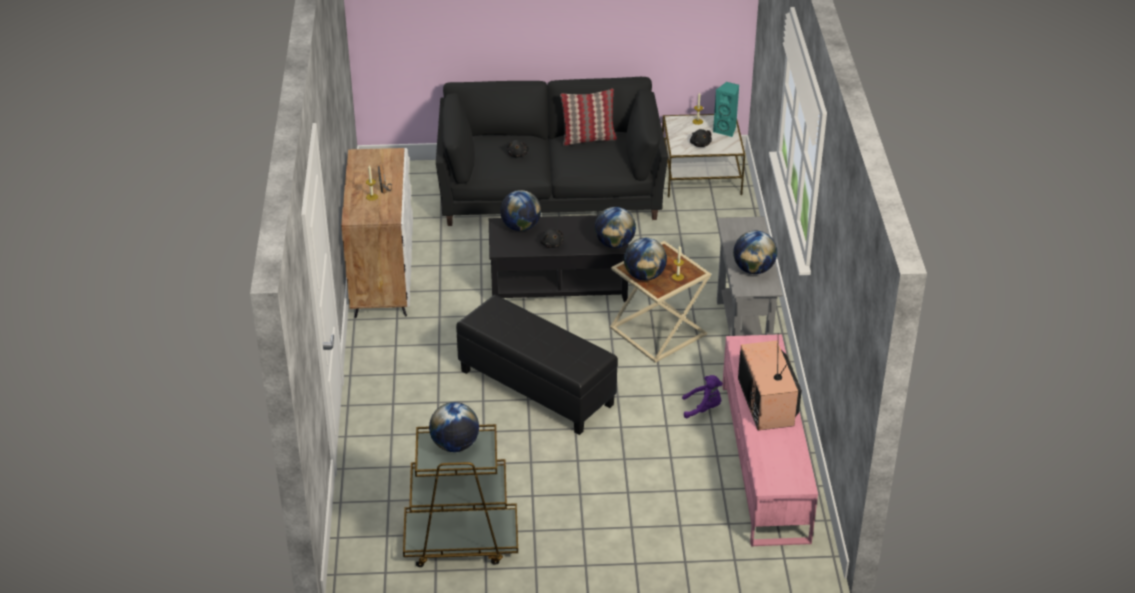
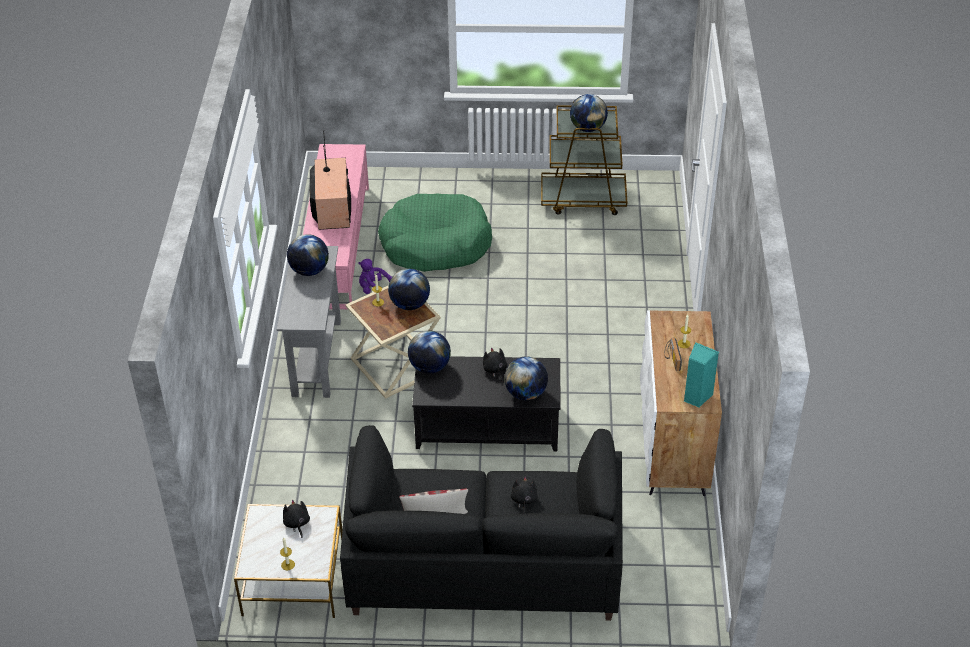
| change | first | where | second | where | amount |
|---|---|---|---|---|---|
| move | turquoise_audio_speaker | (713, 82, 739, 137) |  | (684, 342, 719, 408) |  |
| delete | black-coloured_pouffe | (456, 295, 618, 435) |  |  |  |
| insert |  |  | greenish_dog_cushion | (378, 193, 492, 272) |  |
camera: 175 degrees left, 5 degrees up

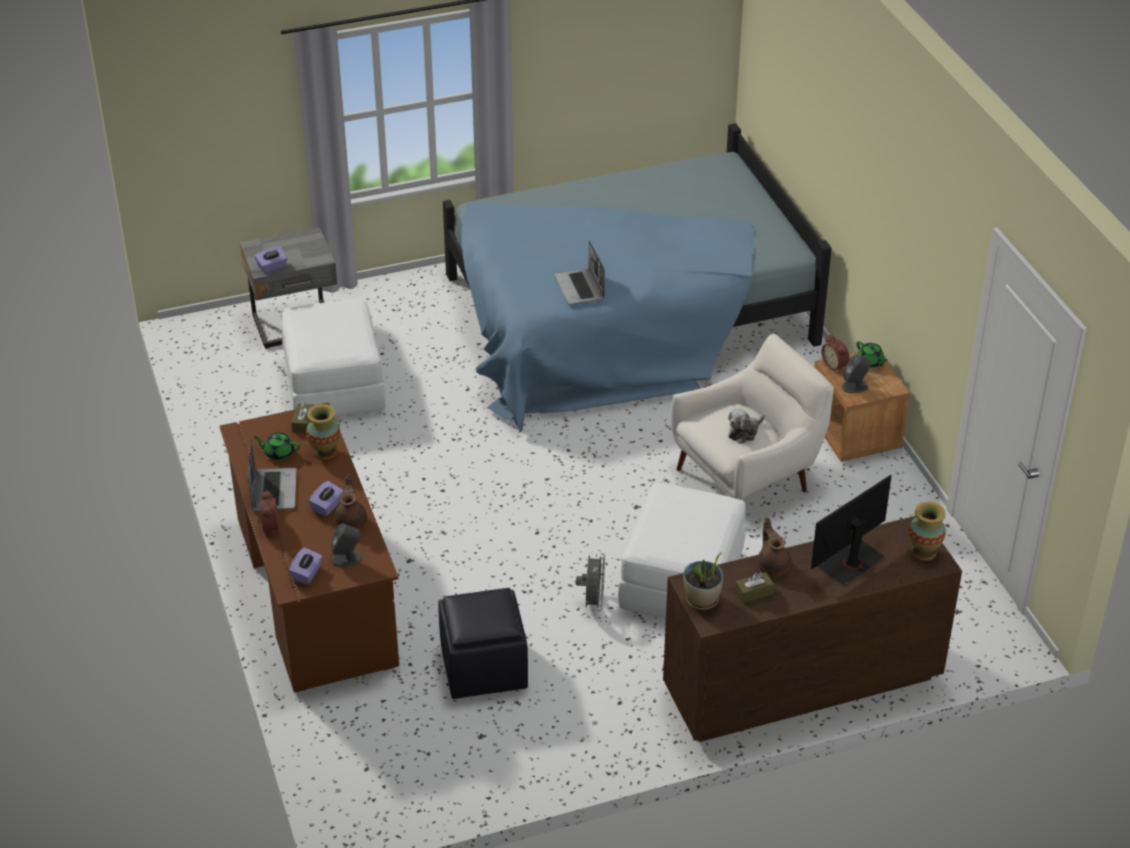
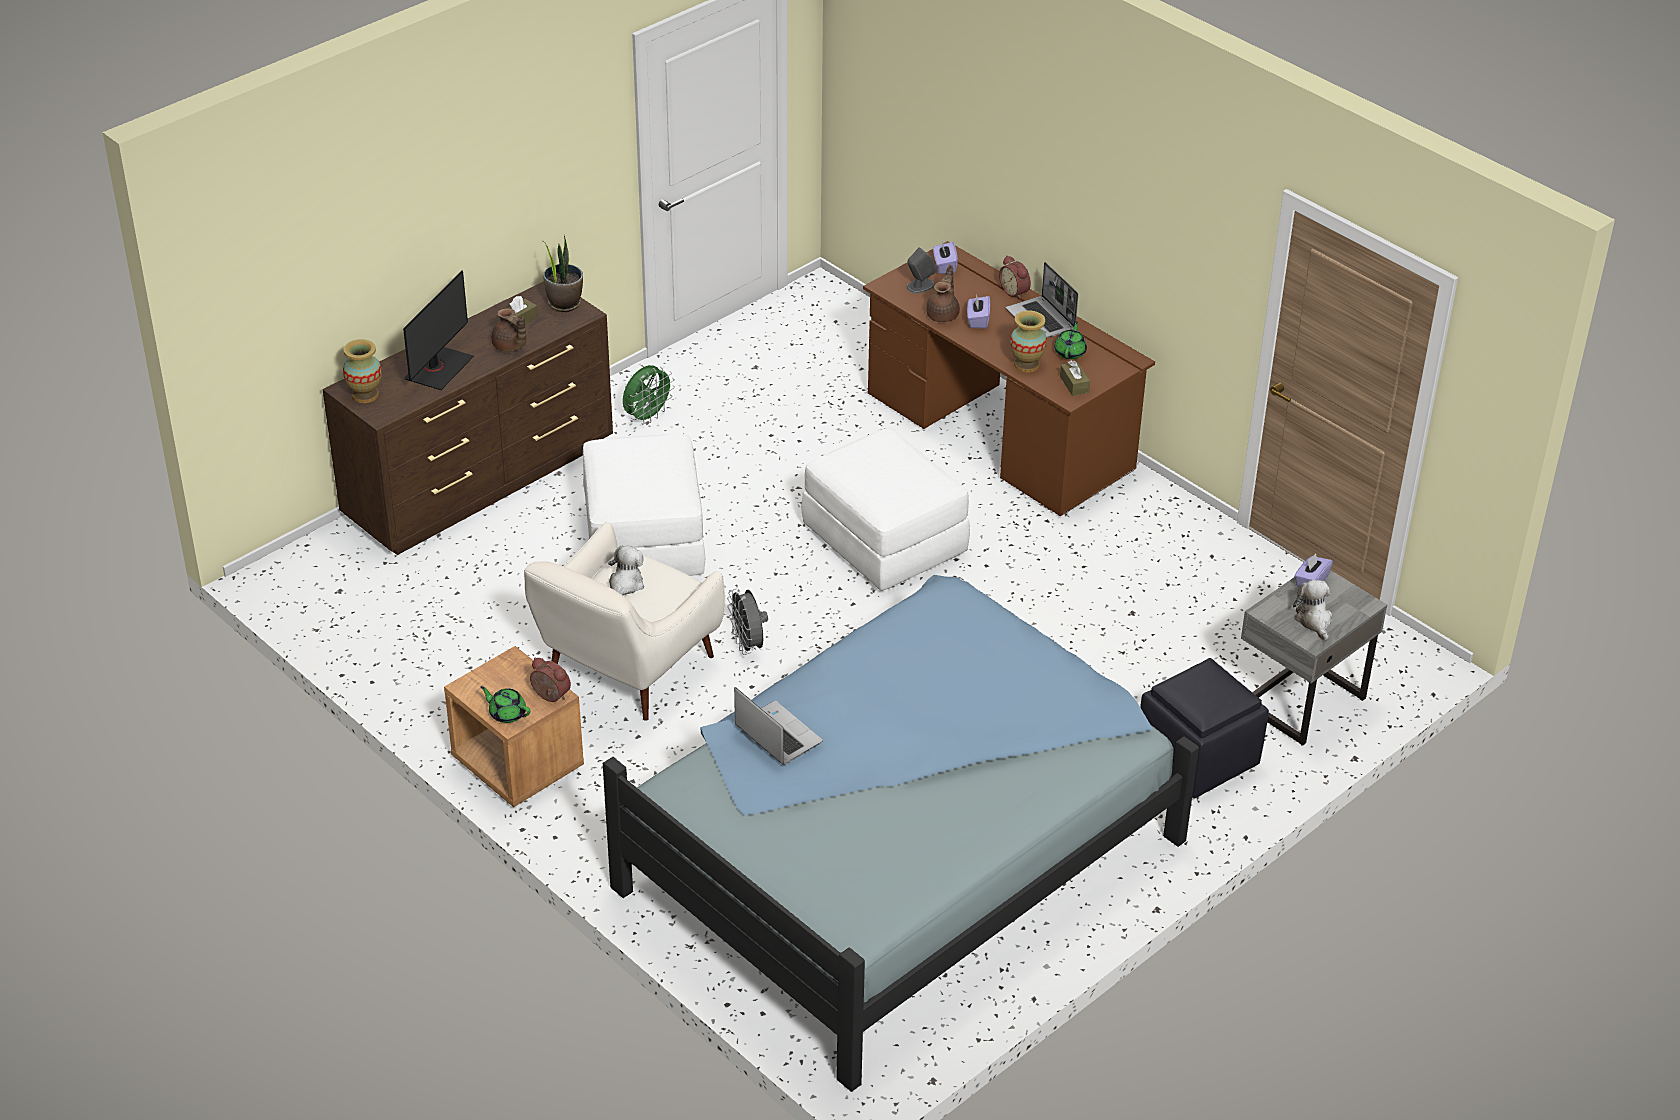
| change | first | where | second | where | amount |
|---|---|---|---|---|---|
| move | portable_computer | (554, 240, 605, 305) |  | (734, 687, 823, 765) |  |
| move | whitish_pouffe | (281, 299, 385, 417) |  | (801, 428, 970, 591) |  |
| delete | grey_audio_speaker | (842, 354, 872, 393) |  |  |  |
| rotate | greenish_teapot | (253, 433, 300, 460) |  | (1054, 321, 1087, 359) | 60 degrees counterclockwise |
| rotate | brown_teapot | (334, 474, 367, 529) |  | (926, 265, 960, 322) | 135 degrees counterclockwise |
| move | grey_cooling_fan | (576, 553, 605, 611) |  | (727, 589, 768, 655) |  |
| move | black-coloured_pouffe | (438, 588, 528, 699) |  | (1140, 658, 1269, 798) |  |
| insert |  |  | greenish_cooling_fan | (623, 365, 675, 424) |  |
| insert |  |  | plush_toy | (1293, 580, 1332, 641) |  |
camera: 155 degrees right, 0 degrees up

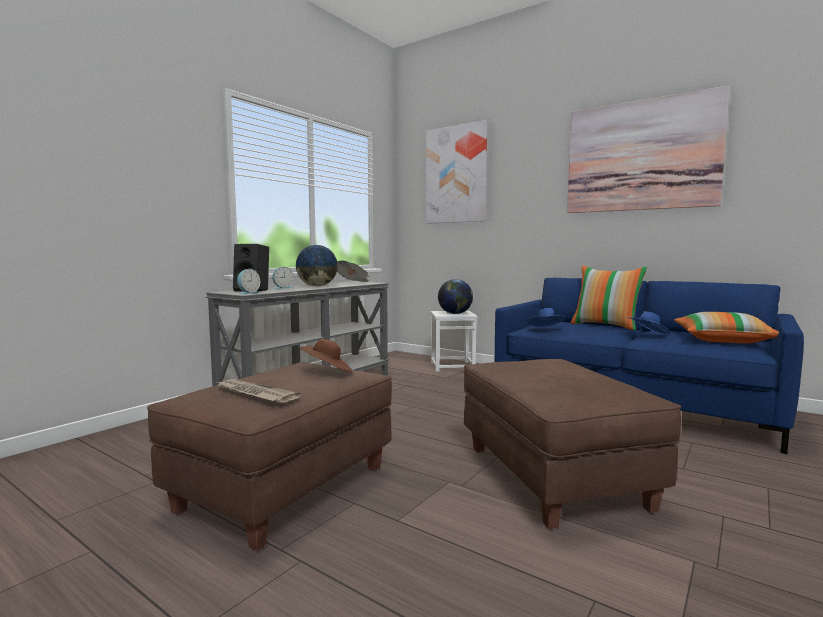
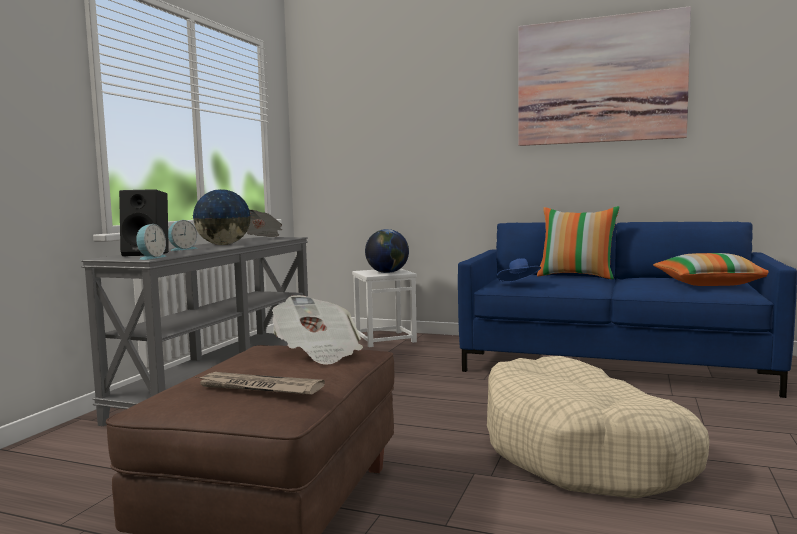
| change | first | where | second | where | amount |
|---|---|---|---|---|---|
| delete | wall_art | (426, 120, 487, 224) |  |  |  |
| delete | bluish_wearable_hat | (627, 311, 671, 335) |  |  |  |
| replace | brown_wearable_hat | (298, 339, 353, 372) | newspaper | (272, 295, 363, 365) |  |
| replace | brown_pouffe | (464, 359, 681, 529) | sand-coloured_dog_cushion | (487, 356, 709, 498) |  |
camera: 15 degrees left, 0 degrees up

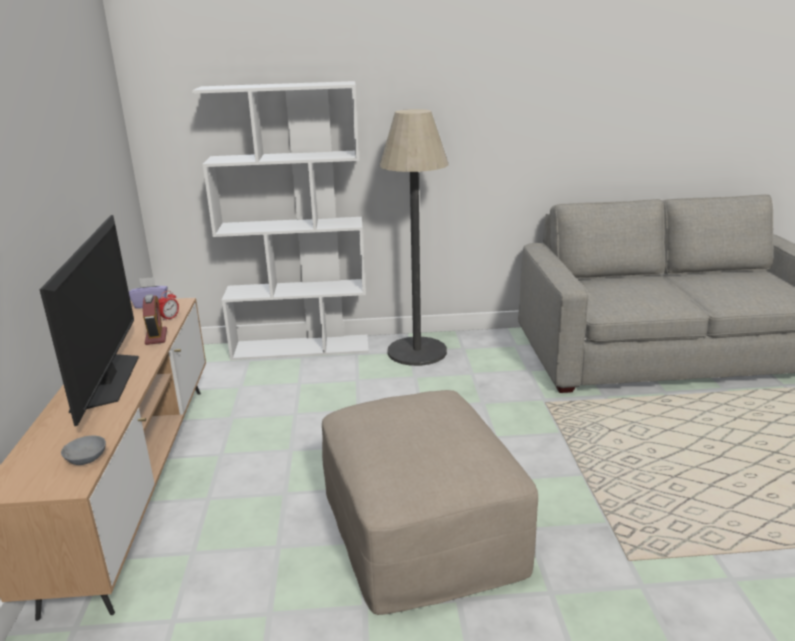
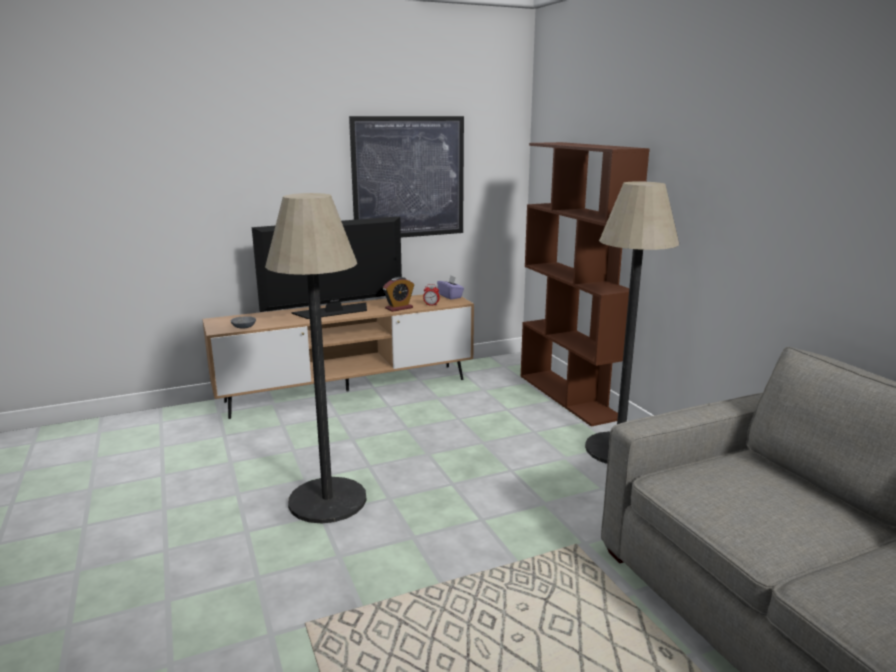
| change | first | where | second | where | amount |
|---|---|---|---|---|---|
| recolor | whitish_shelving_unit | (192, 81, 369, 360) | brown_shelving_unit | (520, 142, 650, 427) |  |
| replace | sand-coloured_pouffe | (322, 390, 538, 615) | standing_lamp | (265, 193, 366, 523) |  |
| insert |  |  | wall_art | (349, 116, 464, 238) |  |
camera: 70 degrees right, 5 degrees down

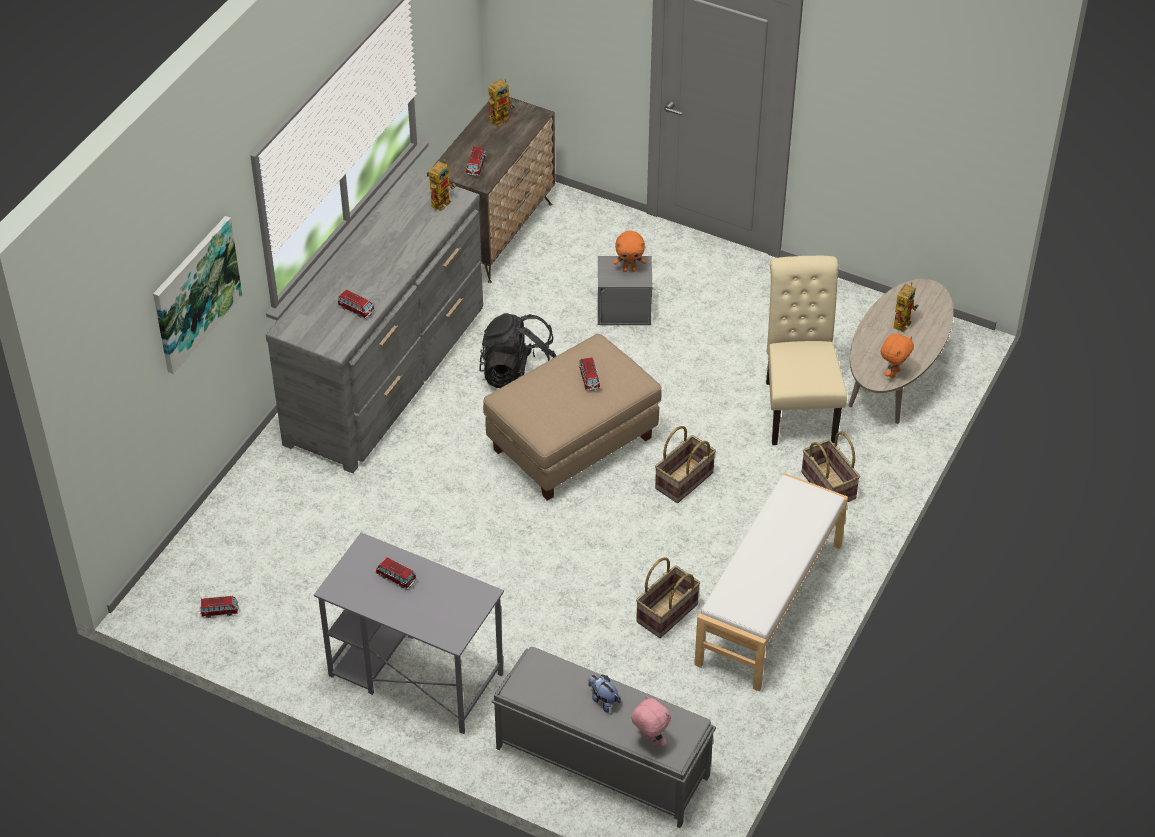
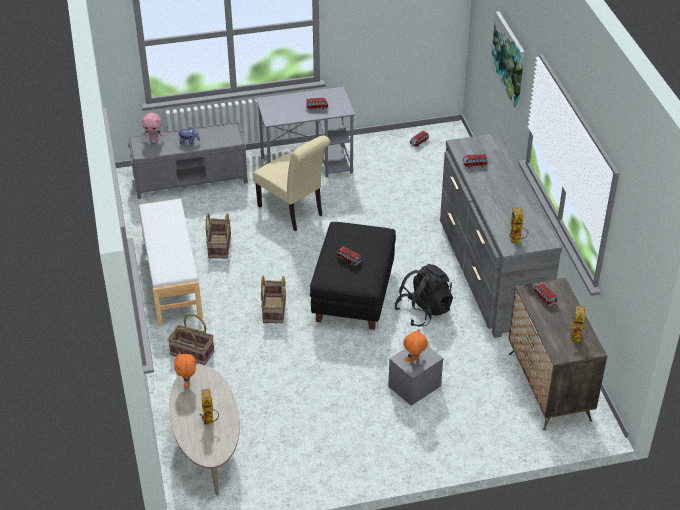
| change | first | where | second | where | amount |
|---|---|---|---|---|---|
| move | sand-coloured_plain_chair | (766, 256, 847, 445) |  | (253, 135, 330, 231) |  |
| recolor | sand-coloured_pouffe | (483, 334, 662, 501) | black-coloured_pouffe | (310, 222, 396, 330) |  |
camera: 140 degrees right, 5 degrees down

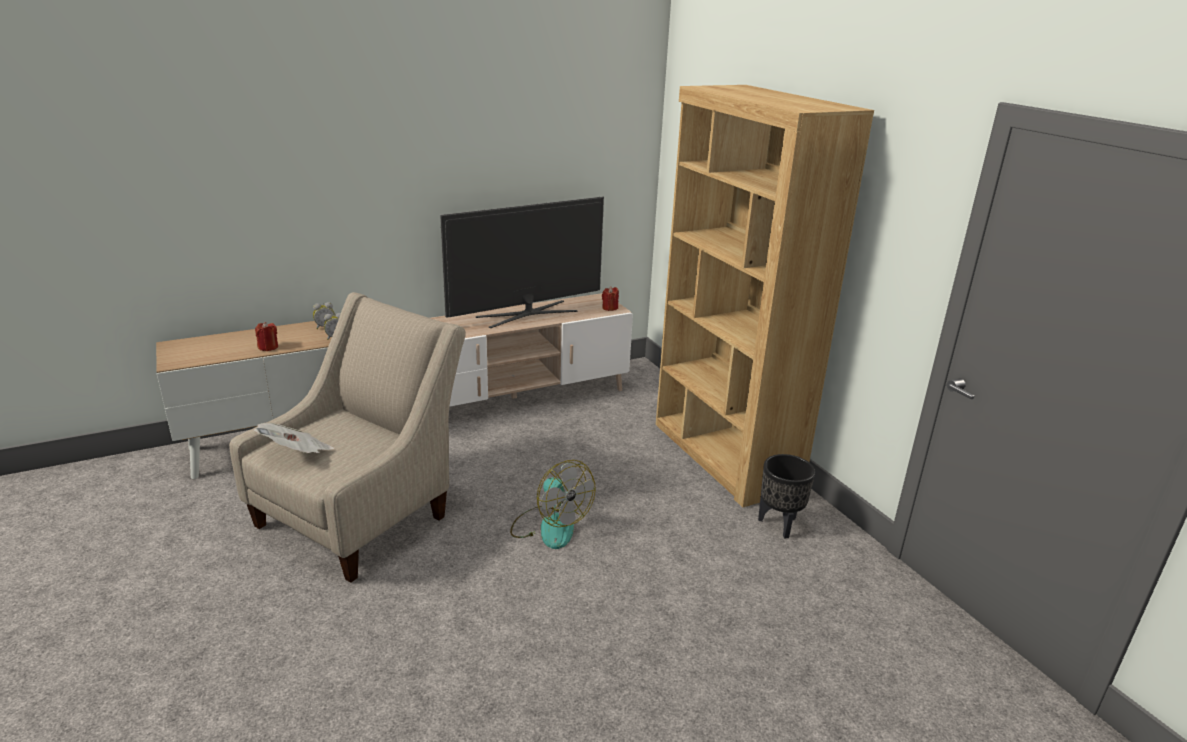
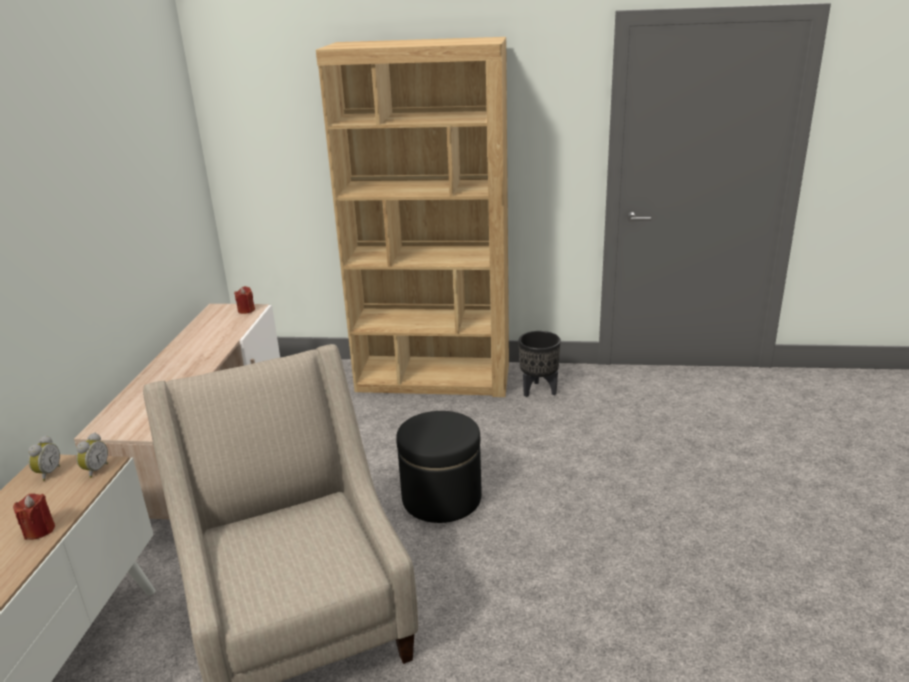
| change | first | where | second | where | amount |
|---|---|---|---|---|---|
| delete | TV | (440, 197, 604, 328) |  |  |  |
| delete | newspaper | (253, 422, 334, 453) |  |  |  |
| replace | cooling_fan | (510, 460, 596, 549) | black-coloured_pouffe | (396, 411, 482, 523) |  |
camera: 55 degrees left, 0 degrees up

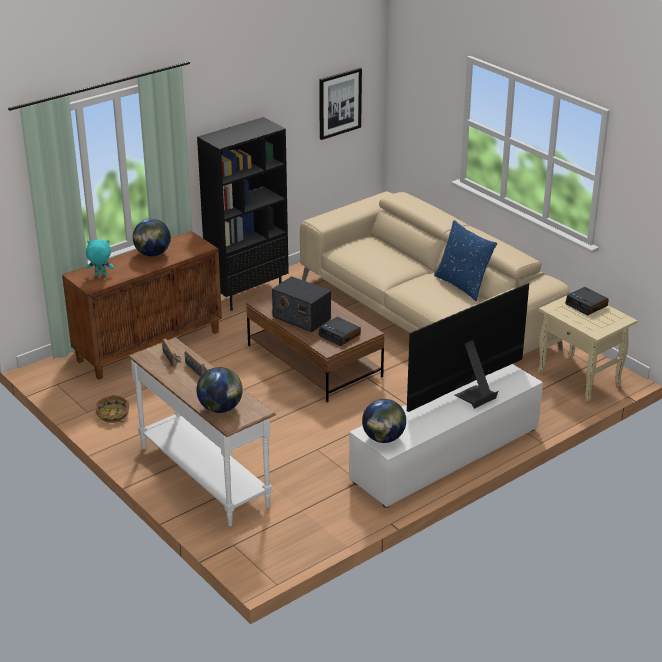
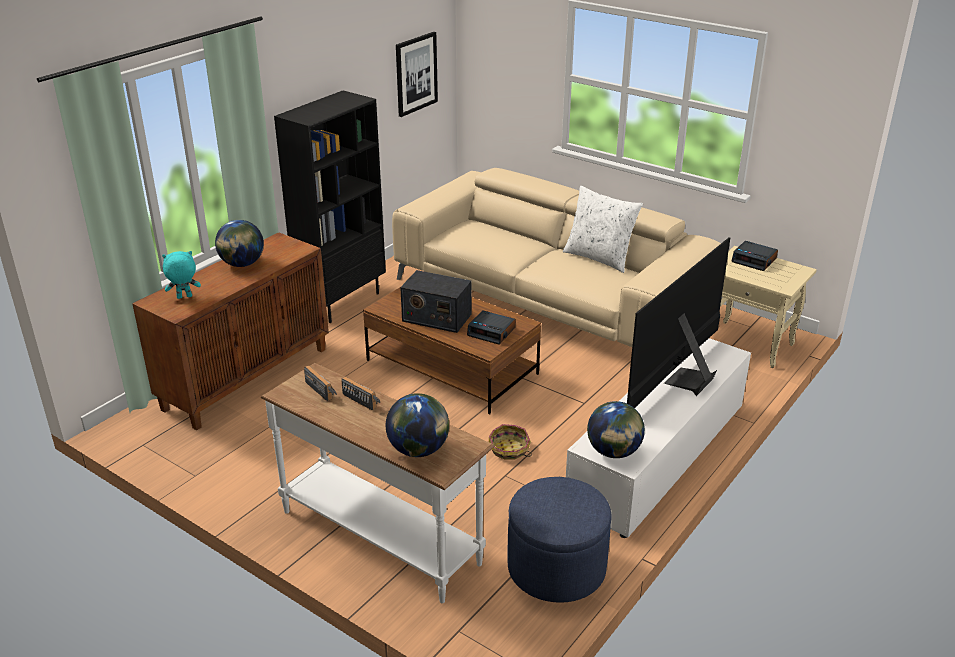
| change | first | where | second | where | amount |
|---|---|---|---|---|---|
| recolor | bluish_pillow | (434, 220, 497, 301) | whitish_pillow | (563, 186, 643, 273) |  |
| move | storage_basket | (95, 395, 129, 423) |  | (489, 424, 532, 460) |  |
| insert |  |  | bluish_pouffe | (507, 477, 611, 603) |  |
camera: 15 degrees left, 0 degrees up

